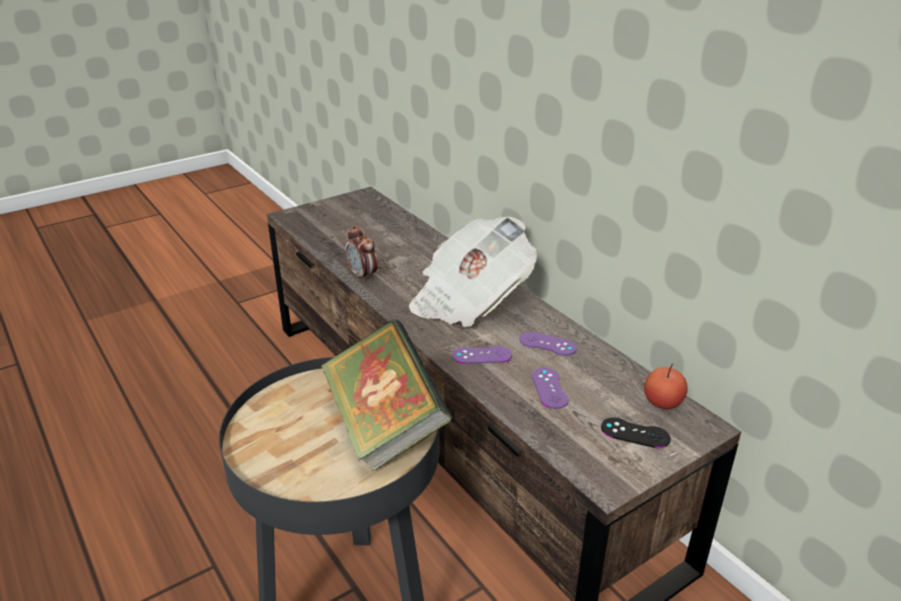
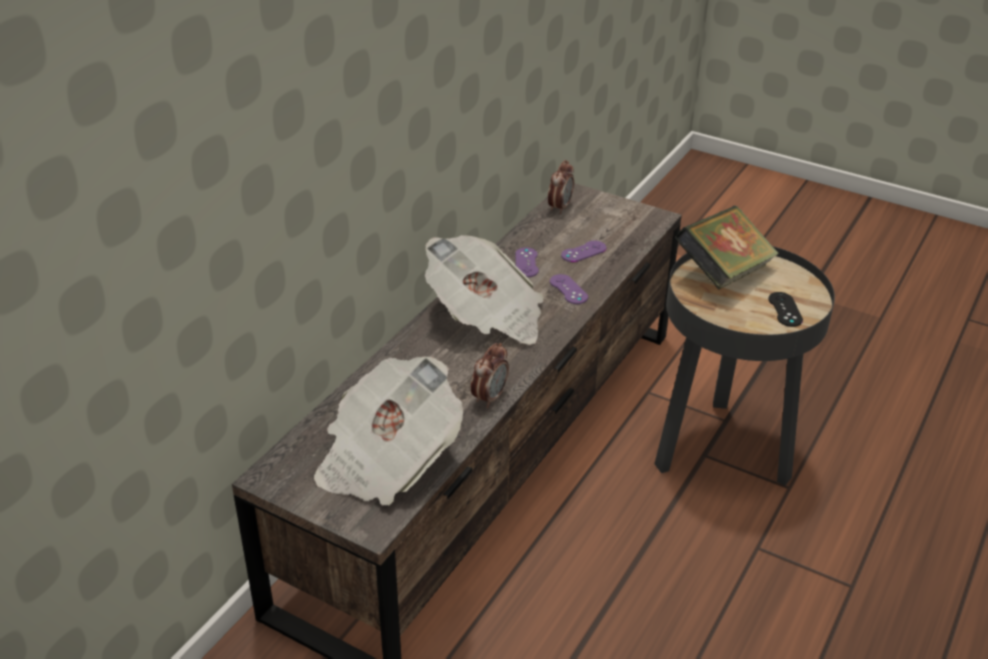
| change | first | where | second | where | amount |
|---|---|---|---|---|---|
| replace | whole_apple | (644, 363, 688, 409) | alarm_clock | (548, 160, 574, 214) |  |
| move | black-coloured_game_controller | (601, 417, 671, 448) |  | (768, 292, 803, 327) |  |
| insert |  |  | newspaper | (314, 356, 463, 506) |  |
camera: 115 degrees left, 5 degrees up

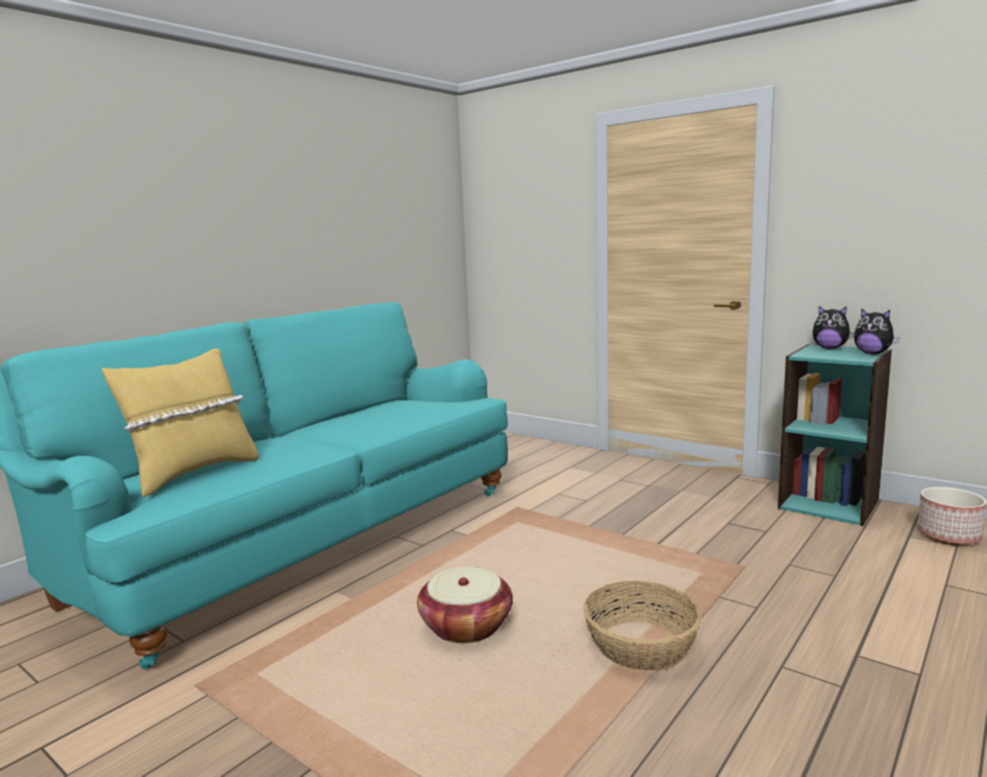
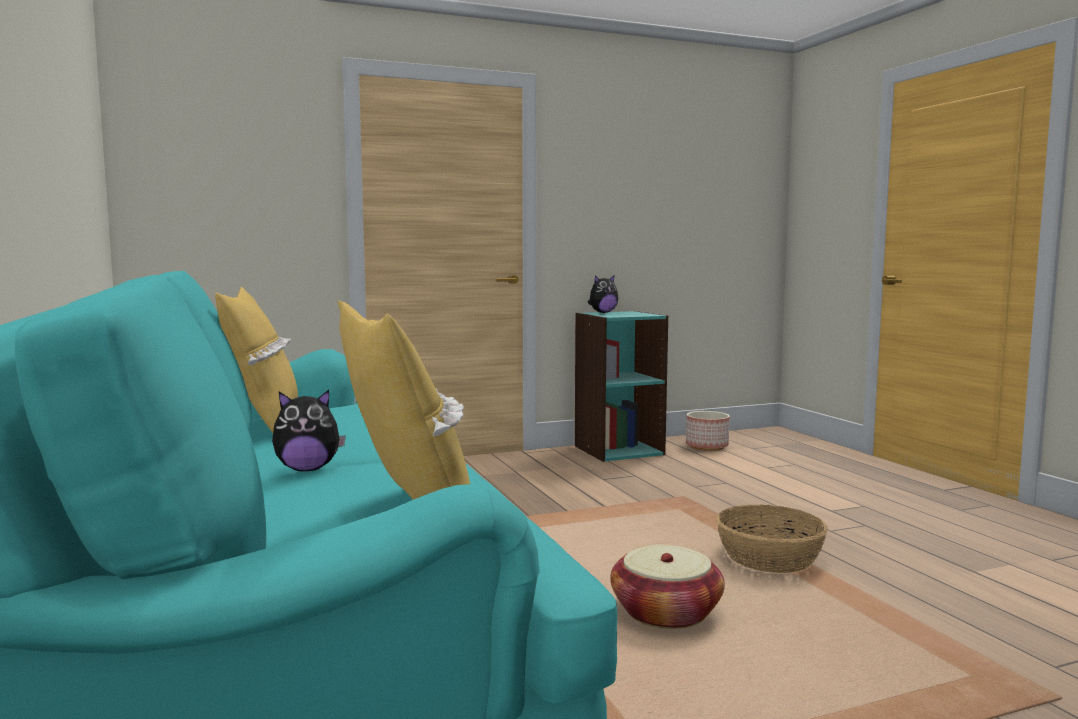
| change | first | where | second | where | amount |
|---|---|---|---|---|---|
| move | plush_toy | (854, 308, 900, 354) |  | (272, 390, 346, 471) |  |
| insert |  |  | yellow_pillow | (215, 287, 298, 433) |  |
camera: 60 degrees left, 5 degrees down

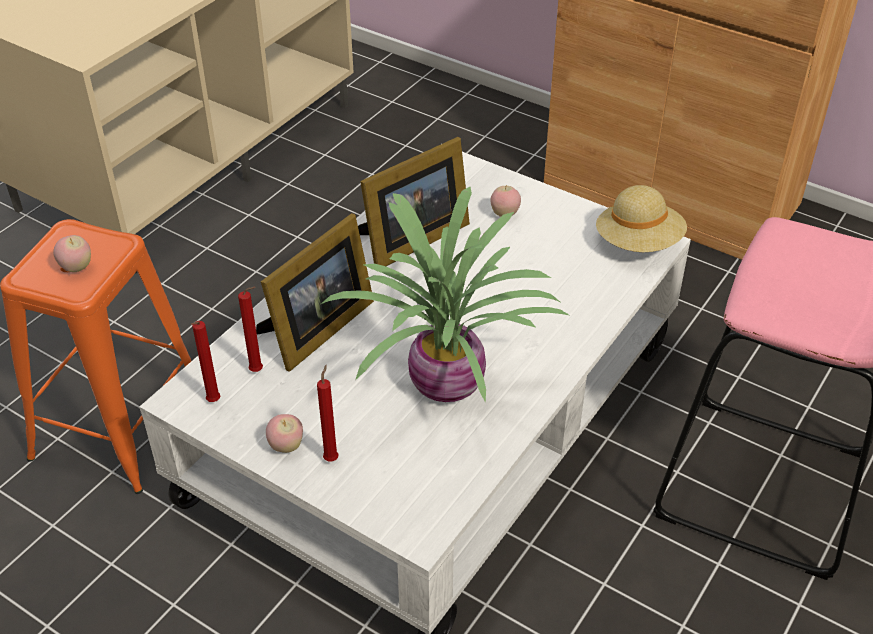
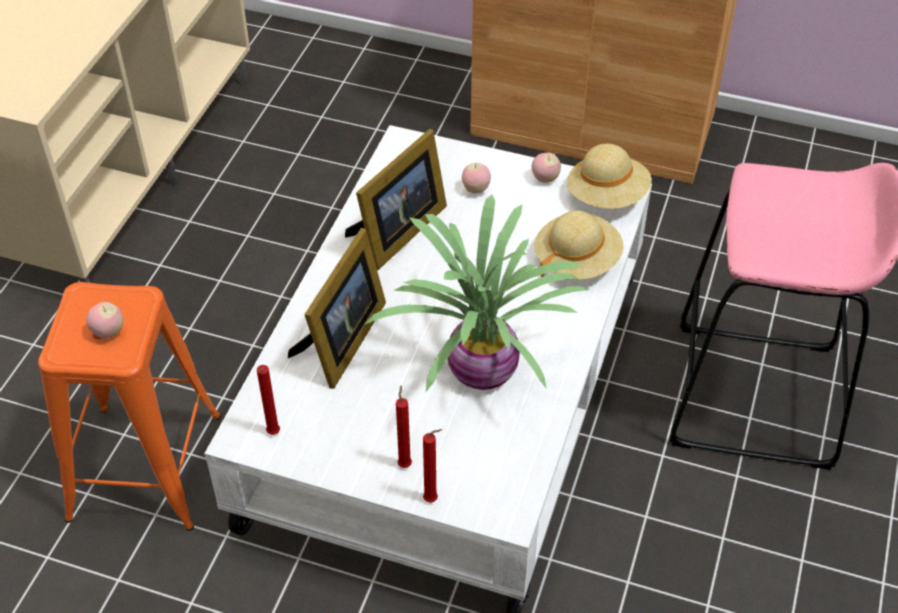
| change | first | where | second | where | amount |
|---|---|---|---|---|---|
| move | red-coloured_candle | (238, 287, 263, 372) |  | (423, 429, 442, 503) |  |
| move | whole_apple | (266, 414, 303, 453) |  | (532, 153, 561, 183) |  |
| insert |  |  | sand-coloured_wearable_hat | (534, 210, 624, 280) |  |
camera: 15 degrees left, 5 degrees up

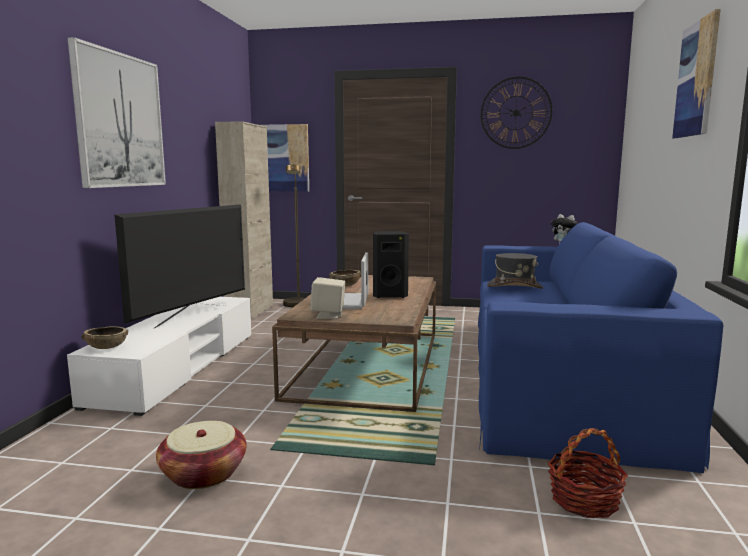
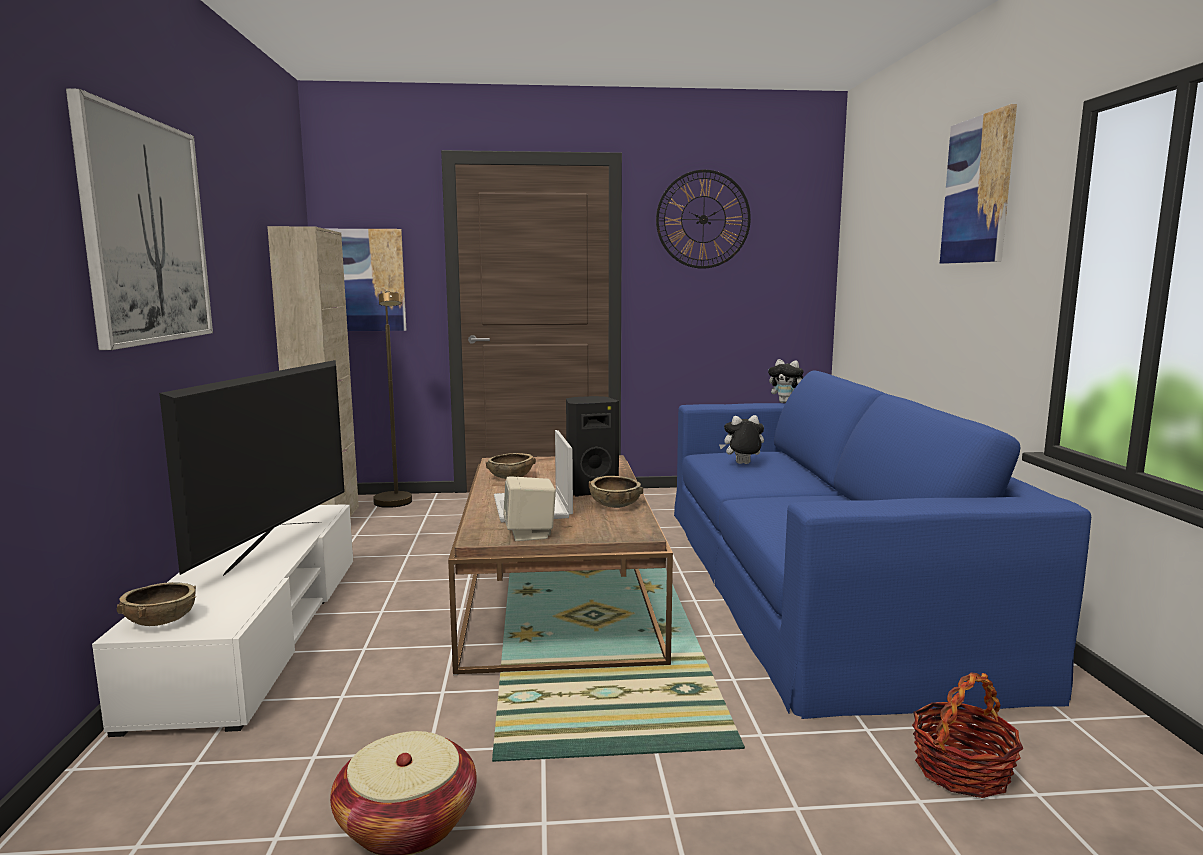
| change | first | where | second | where | amount |
|---|---|---|---|---|---|
| replace | grey_wearable_hat | (487, 253, 543, 289) | plush_toy | (719, 415, 764, 464) |  |
| insert |  |  | brown_serving_bowl | (589, 476, 643, 508) |  |
camera: 15 degrees left, 0 degrees up

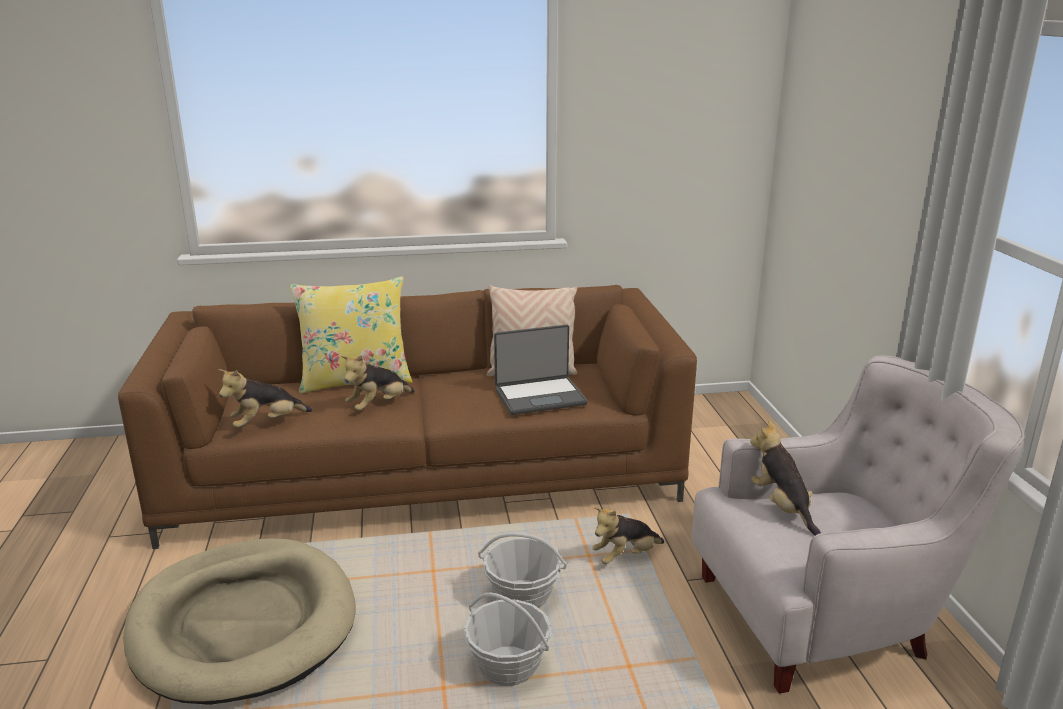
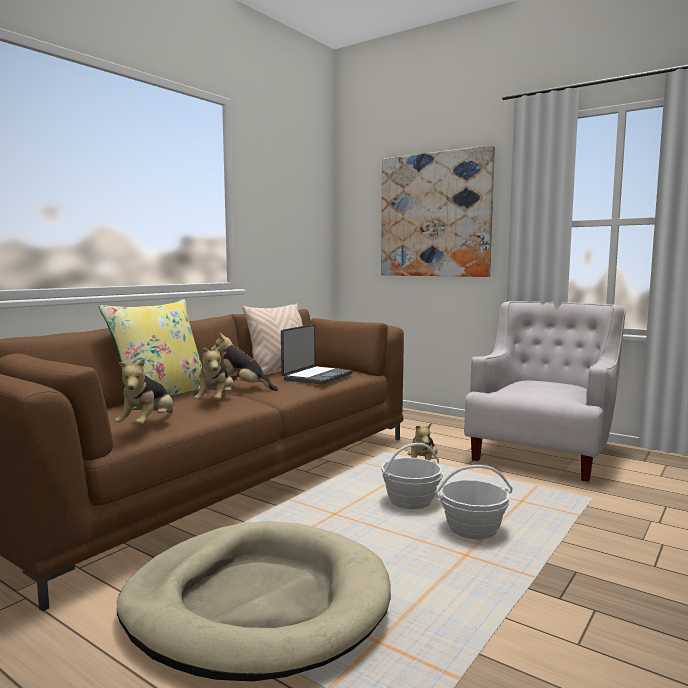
| change | first | where | second | where | amount |
|---|---|---|---|---|---|
| move | plush_toy | (750, 420, 821, 535) |  | (210, 333, 278, 391) |  |
| insert |  |  | wall_art | (381, 145, 495, 277) |  |
camera: 45 degrees left, 15 degrees down

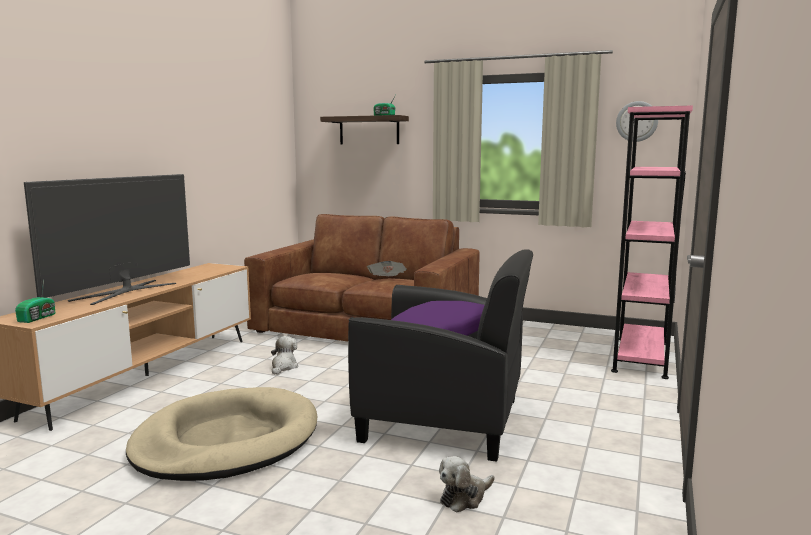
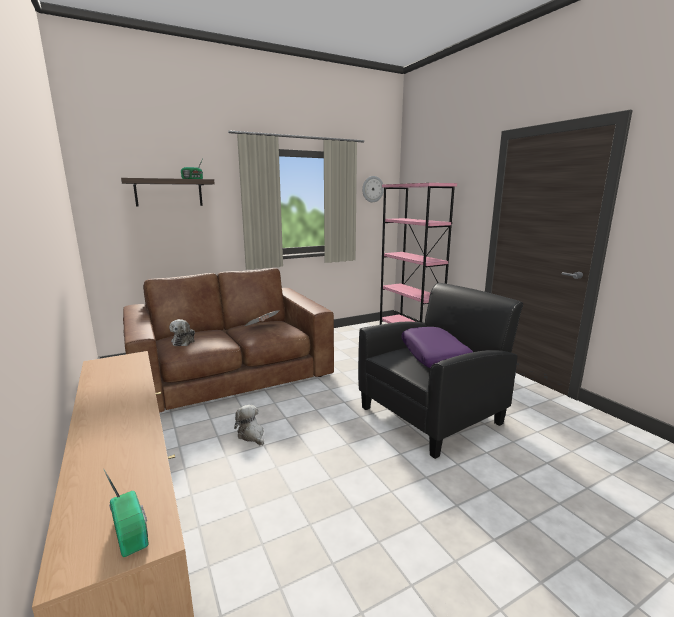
| change | first | where | second | where | amount |
|---|---|---|---|---|---|
| delete | TV | (24, 174, 190, 305) |  |  |  |
| delete | sand-coloured_dog_cushion | (126, 387, 317, 481) |  |  |  |
| move | plush_toy | (439, 456, 494, 512) |  | (170, 319, 195, 346) |  |
camera: 50 degrees left, 5 degrees up

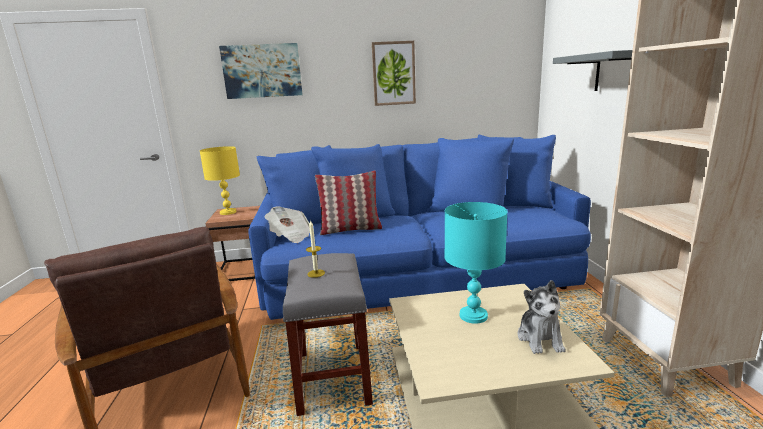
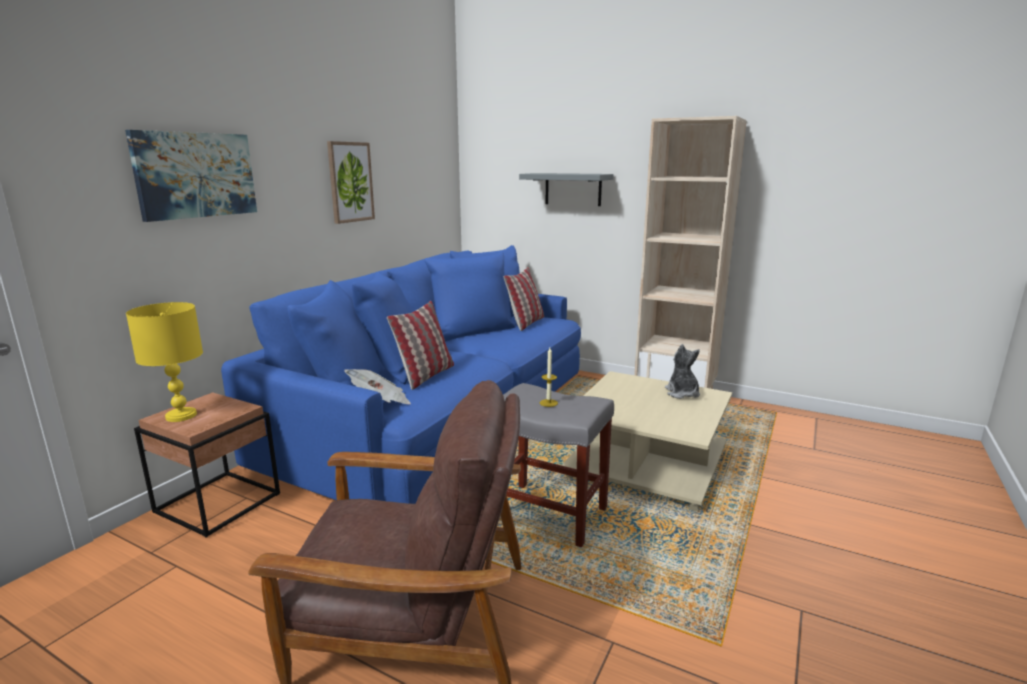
| change | first | where | second | where | amount |
|---|---|---|---|---|---|
| delete | turquoise_tabletop_lamp | (445, 202, 507, 324) |  |  |  |
| rotate | plush_toy | (518, 280, 566, 354) |  | (665, 344, 700, 399) | 135 degrees counterclockwise |
| insert |  |  | pillow | (504, 267, 544, 331) |  |
camera: 55 degrees left, 0 degrees up

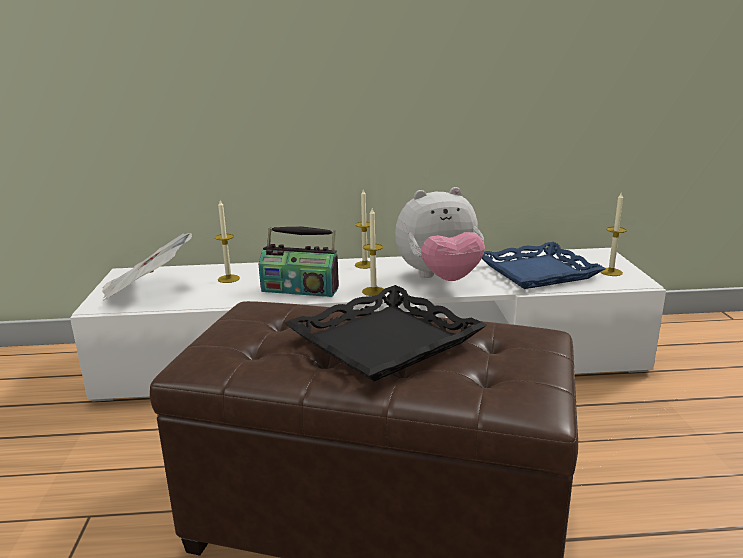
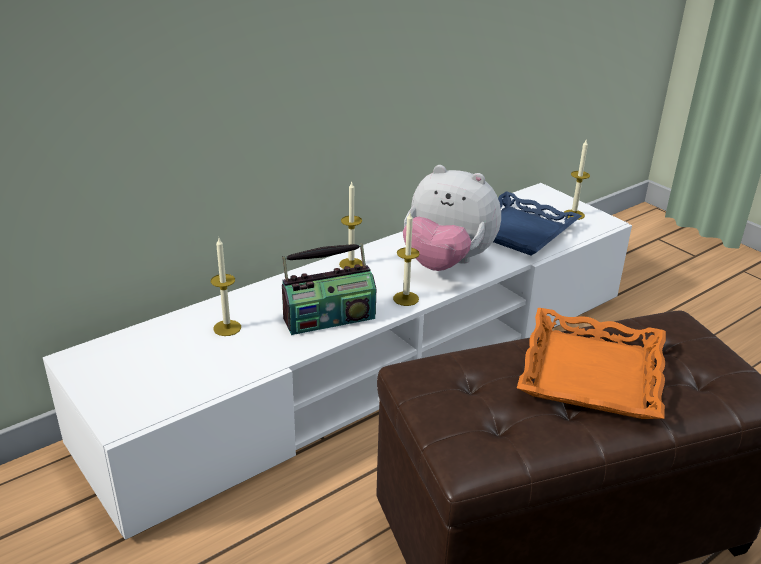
| change | first | where | second | where | amount |
|---|---|---|---|---|---|
| rotate | plush_toy | (395, 187, 485, 281) |  | (403, 165, 501, 271) | 75 degrees clockwise |
| delete | newspaper | (102, 233, 192, 301) |  |  |  |
| recolor | black-coloured_tray | (284, 285, 487, 381) | orangey_tray | (517, 308, 666, 419) |  |
camera: 35 degrees left, 10 degrees up

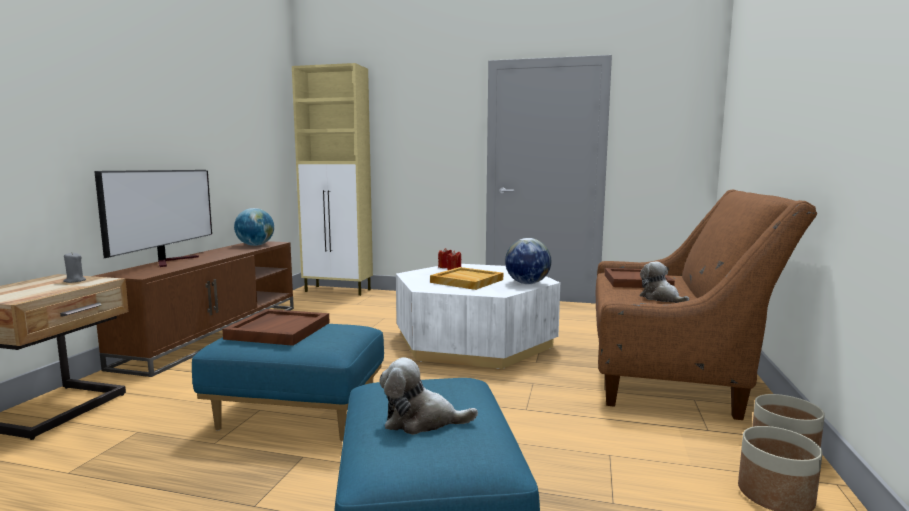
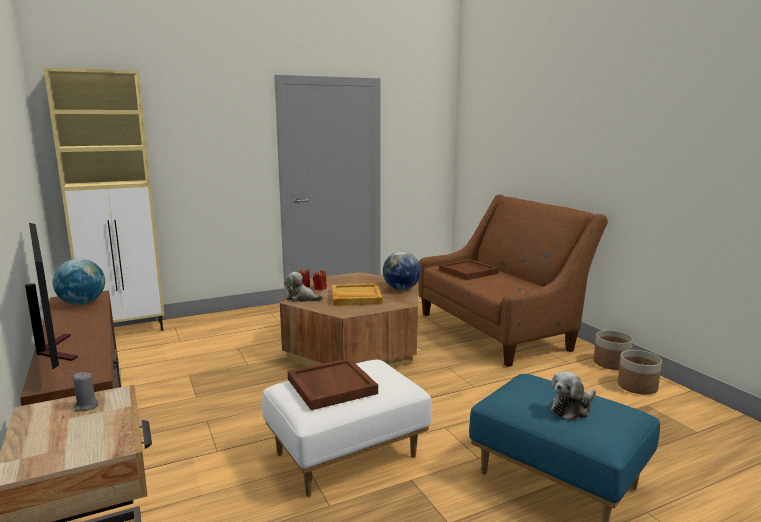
| change | first | where | second | where | amount |
|---|---|---|---|---|---|
| move | plush_toy | (640, 261, 689, 303) |  | (285, 272, 323, 302) |  |
| recolor | whitish_coffee_table | (396, 264, 560, 369) | brown_coffee_table | (280, 272, 418, 367) |  |
| recolor | bluish_pouffe | (192, 324, 384, 442) | whitish_pouffe | (262, 360, 432, 497) |  |
camera: 40 degrees left, 5 degrees up

